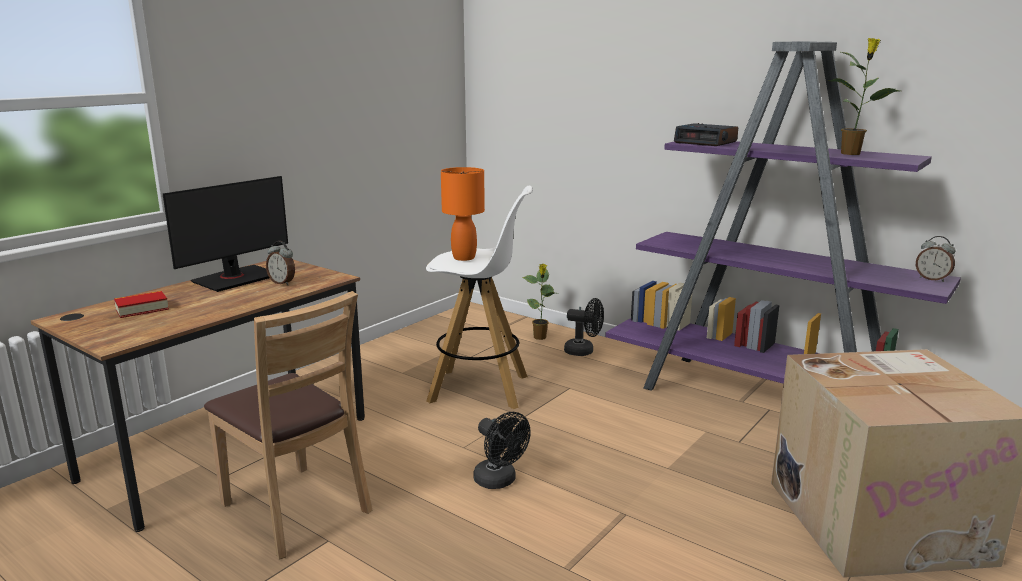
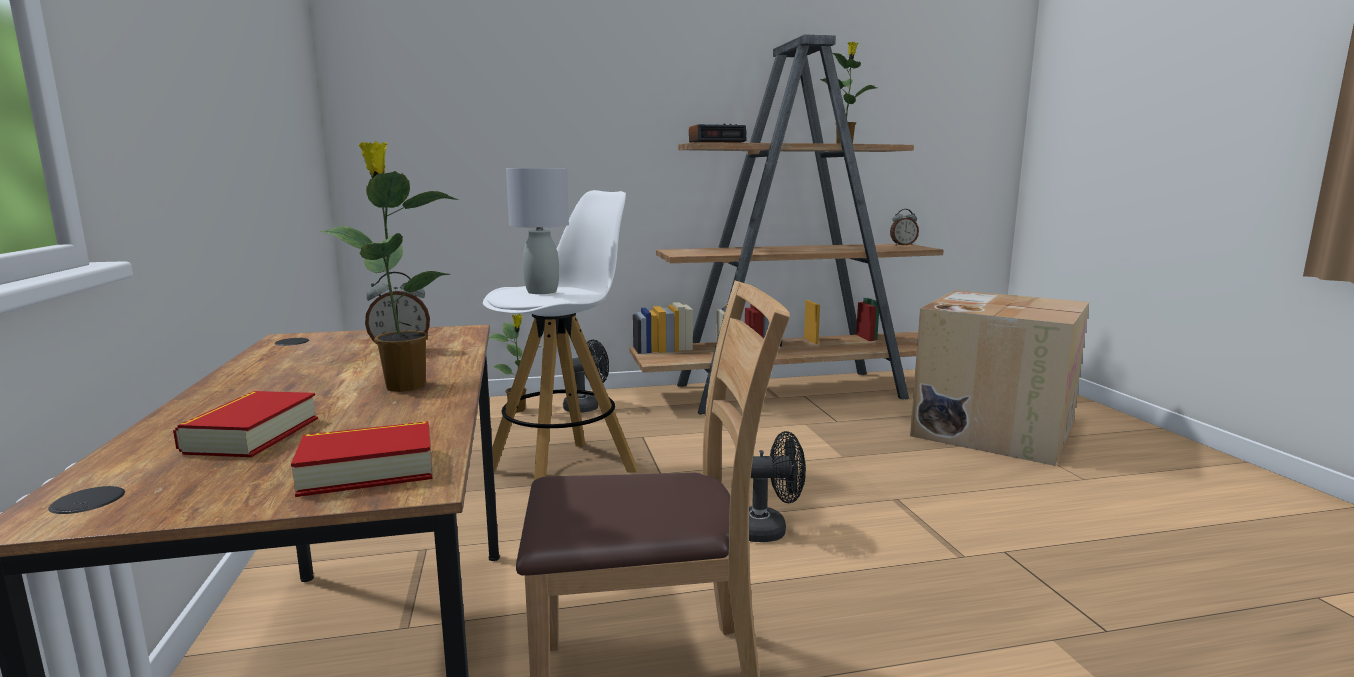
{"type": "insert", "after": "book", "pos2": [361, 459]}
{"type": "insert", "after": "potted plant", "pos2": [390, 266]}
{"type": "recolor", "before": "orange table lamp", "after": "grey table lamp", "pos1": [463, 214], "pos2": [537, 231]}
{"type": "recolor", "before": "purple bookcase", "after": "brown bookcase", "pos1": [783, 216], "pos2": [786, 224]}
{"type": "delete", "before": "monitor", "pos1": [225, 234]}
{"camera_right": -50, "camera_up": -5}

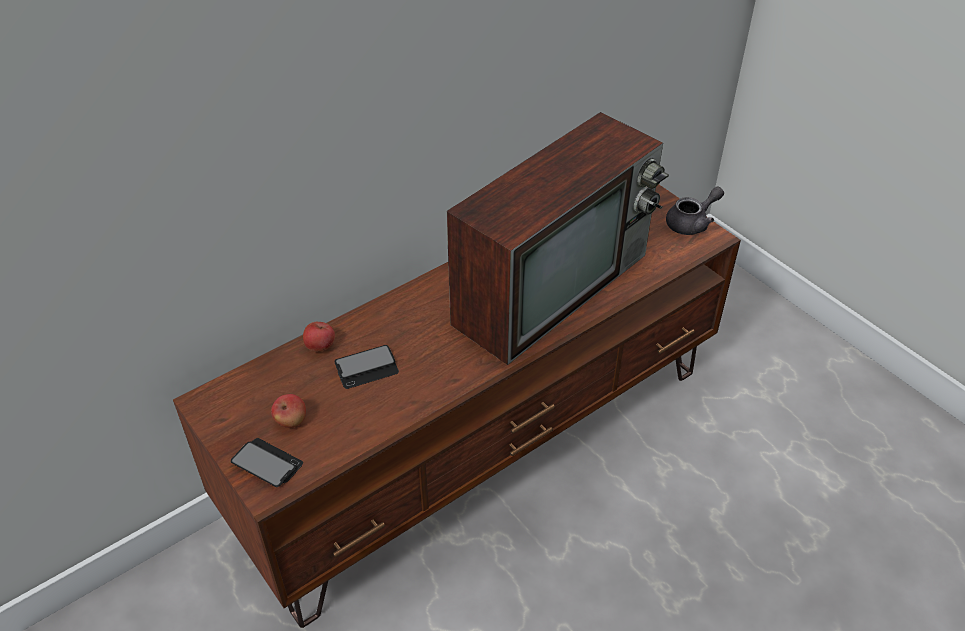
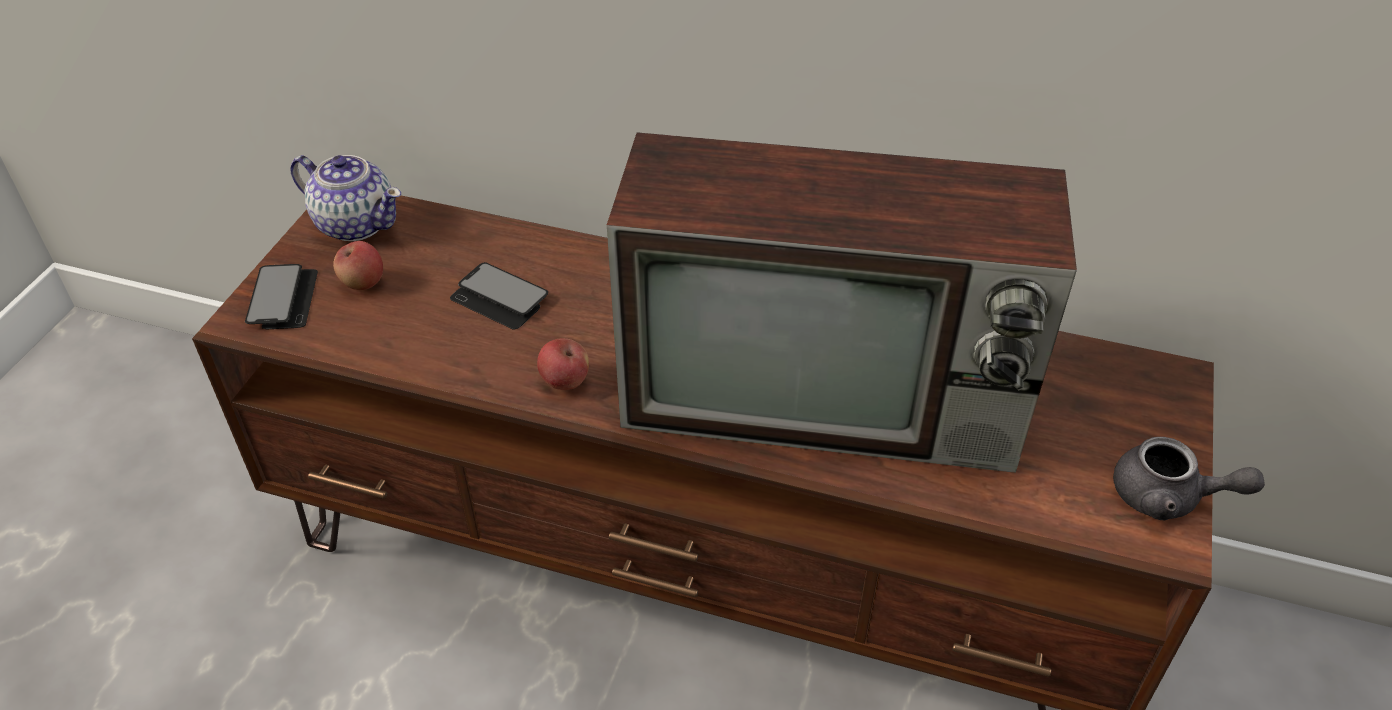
{"type": "insert", "after": "teapot", "pos2": [345, 198]}
{"type": "move", "before": "apple", "pos1": [319, 337], "pos2": [563, 364]}
{"camera_right": 55, "camera_up": 0}

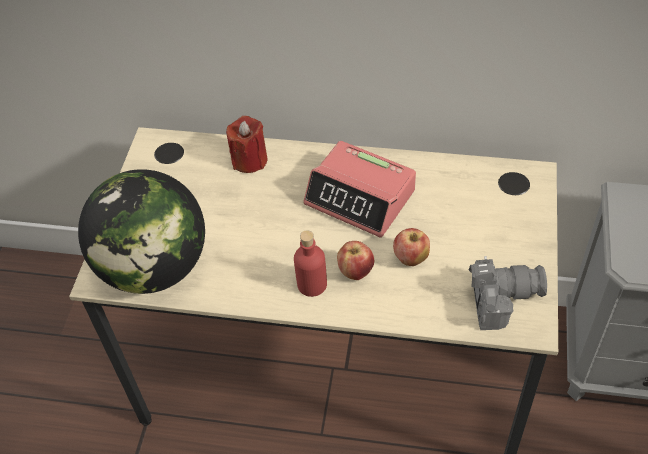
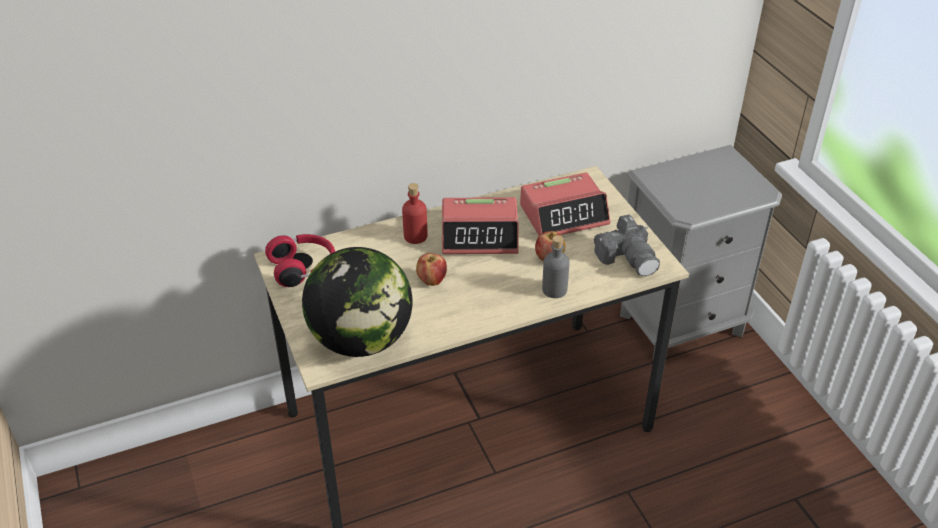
{"type": "insert", "after": "red headphones", "pos2": [300, 260]}
{"type": "move", "before": "red bottle", "pos1": [310, 263], "pos2": [414, 213]}
{"type": "move", "before": "apple", "pos1": [355, 260], "pos2": [431, 269]}
{"type": "insert", "after": "alarm clock", "pos2": [565, 204]}
{"type": "insert", "after": "grey bottle", "pos2": [555, 266]}
{"type": "rotate", "before": "photo camera", "pos1": [508, 293], "pos2": [627, 246], "turn": 105}
{"type": "delete", "before": "red candle", "pos1": [247, 144]}
{"camera_right": -35, "camera_up": -10}

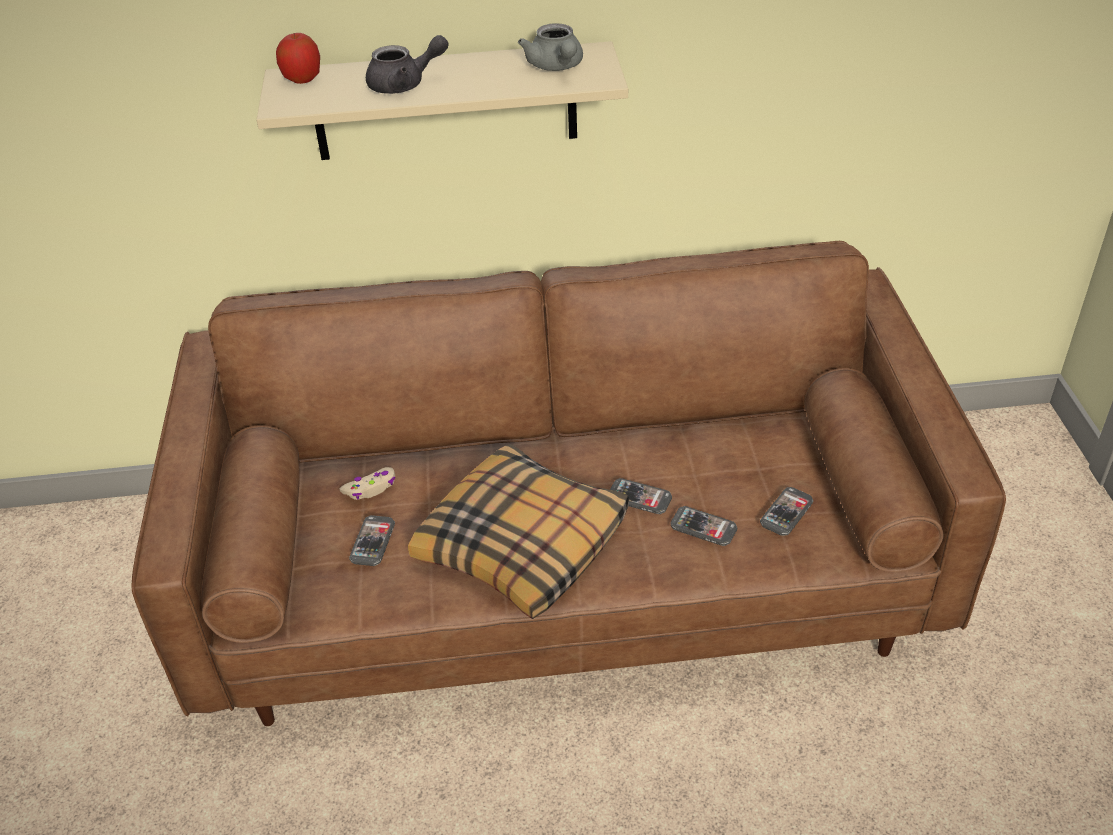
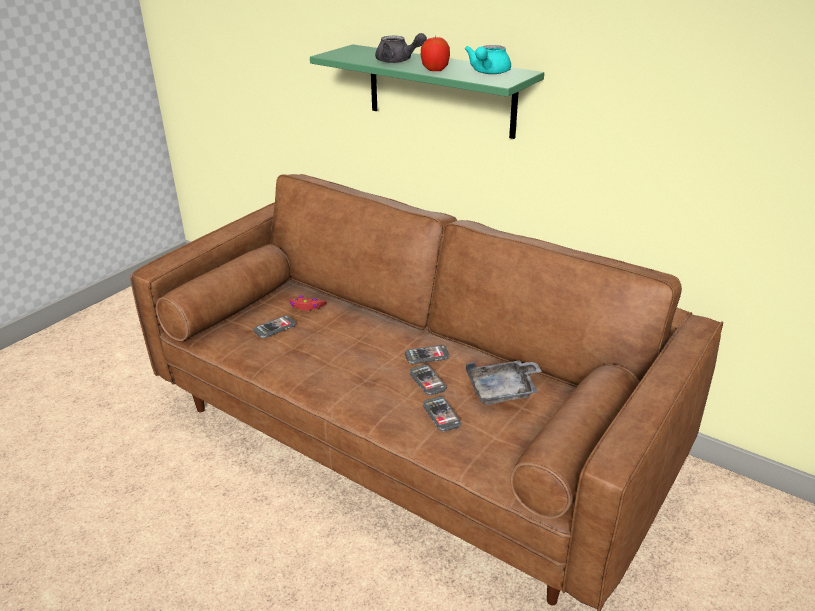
{"type": "recolor", "before": "beige game controller", "after": "red game controller", "pos1": [367, 483], "pos2": [308, 303]}
{"type": "recolor", "before": "beige shelf", "after": "green shelf", "pos1": [442, 100], "pos2": [427, 91]}
{"type": "move", "before": "phone", "pos1": [786, 511], "pos2": [427, 354]}
{"type": "move", "before": "apple", "pos1": [298, 58], "pos2": [435, 53]}
{"type": "recolor", "before": "grey teapot", "after": "turquoise teapot", "pos1": [550, 47], "pos2": [488, 59]}
{"type": "insert", "after": "grey tray", "pos2": [504, 382]}
{"type": "delete", "before": "pillow", "pos1": [518, 531]}
{"camera_right": 40, "camera_up": -10}

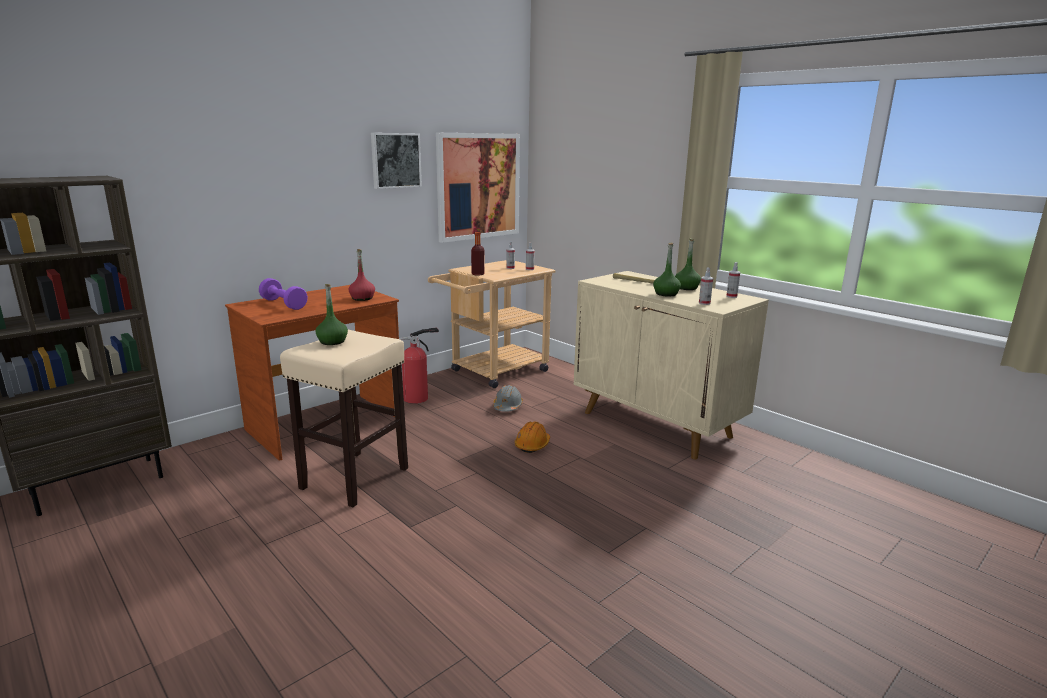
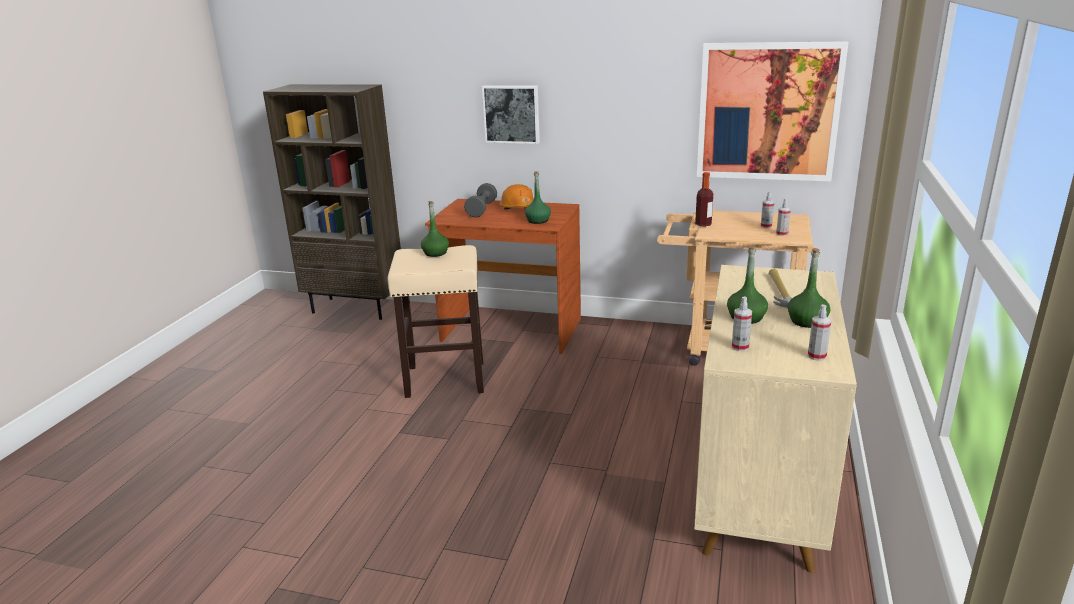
{"type": "recolor", "before": "purple dumbbell", "after": "grey dumbbell", "pos1": [283, 294], "pos2": [480, 200]}
{"type": "move", "before": "picture", "pos1": [396, 161], "pos2": [511, 114]}
{"type": "move", "before": "orange hard hat", "pos1": [532, 437], "pos2": [516, 197]}
{"type": "recolor", "before": "red bottle", "after": "green bottle", "pos1": [361, 275], "pos2": [538, 197]}
{"type": "delete", "before": "fire extinguisher", "pos1": [419, 365]}
{"type": "delete", "before": "grey hard hat", "pos1": [508, 398]}
{"camera_right": 60, "camera_up": 5}

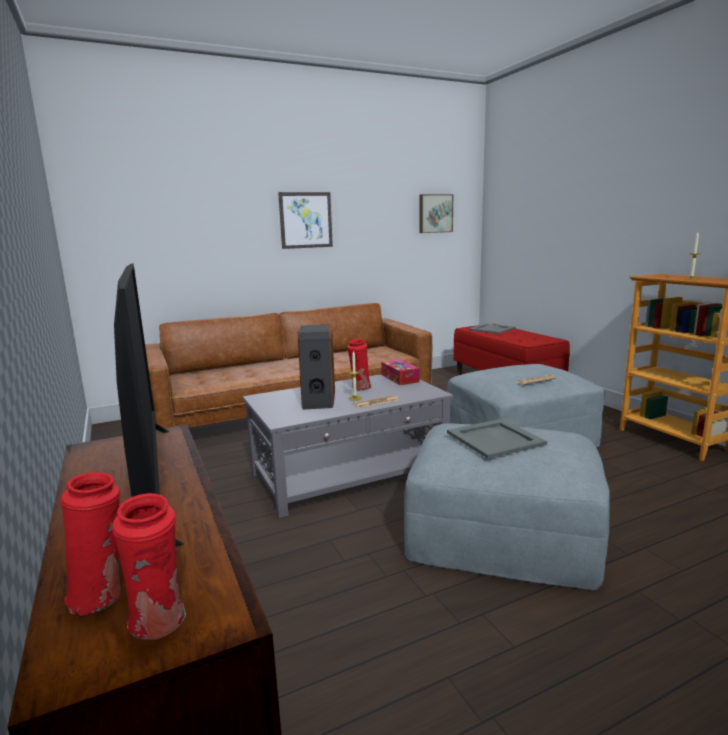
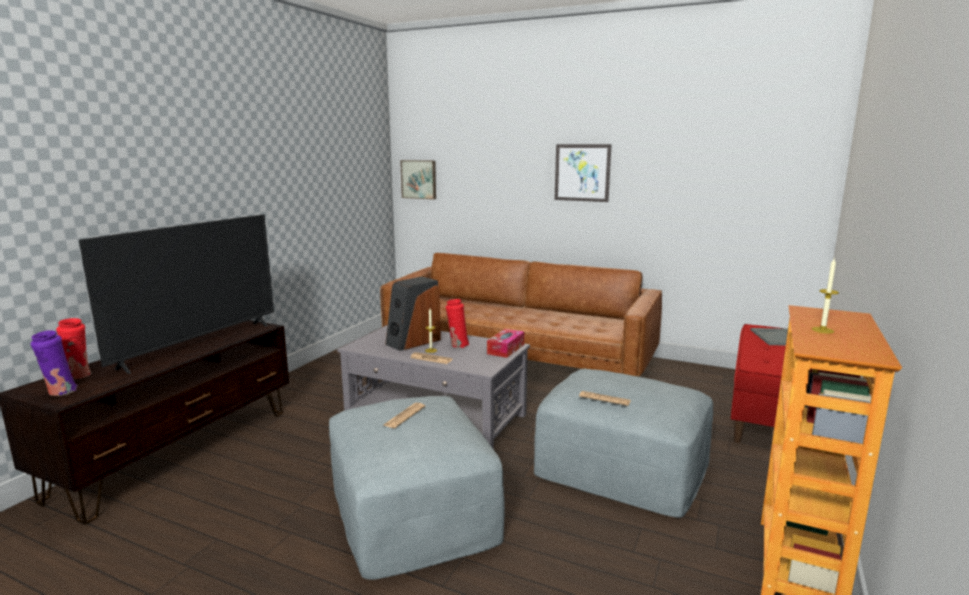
{"type": "recolor", "before": "red vase", "after": "purple vase", "pos1": [149, 566], "pos2": [53, 363]}
{"type": "replace", "before": "grey tray", "after": "newspaper", "pos1": [497, 439], "pos2": [404, 415]}
{"type": "move", "before": "picture", "pos1": [436, 213], "pos2": [418, 179]}
{"camera_right": 50, "camera_up": 0}

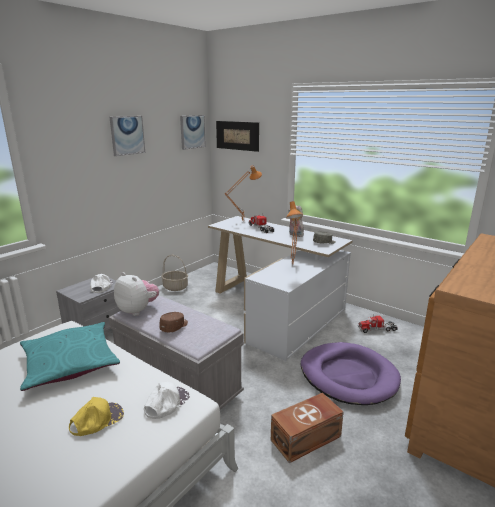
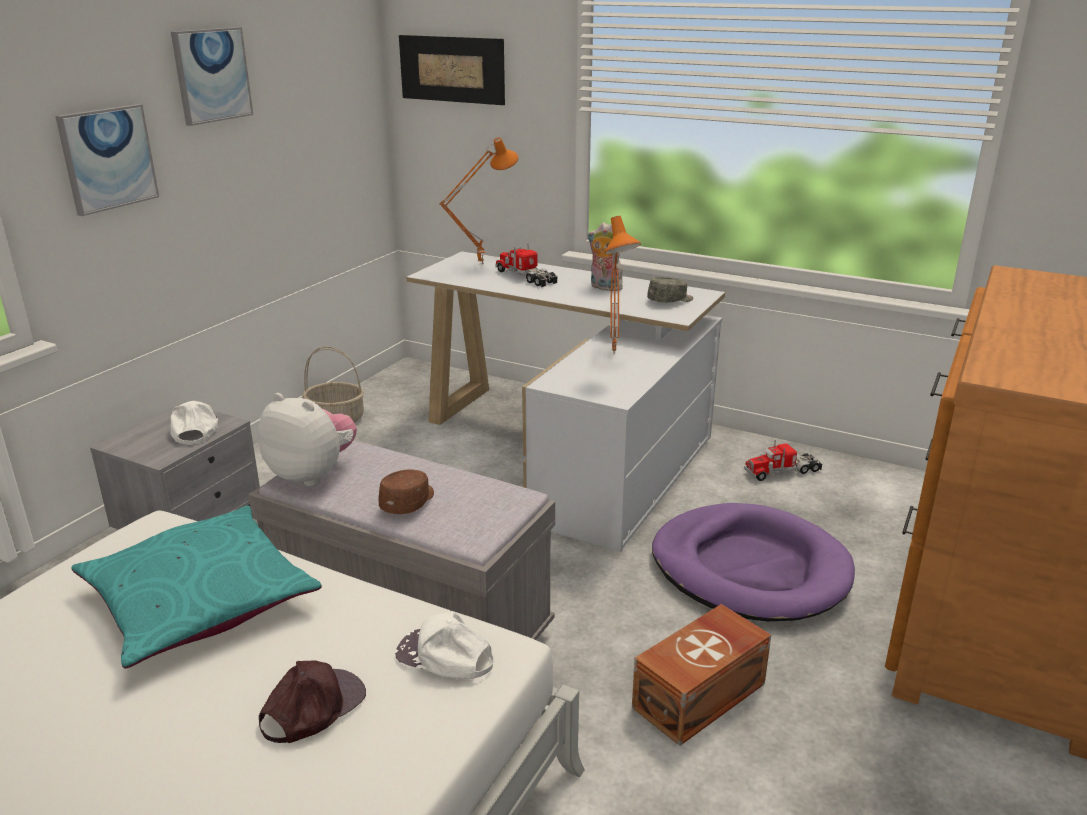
{"type": "move", "before": "picture", "pos1": [193, 132], "pos2": [107, 160]}
{"type": "recolor", "before": "yellow cap", "after": "brown cap", "pos1": [96, 416], "pos2": [312, 701]}
{"type": "rotate", "before": "white cap", "pos1": [167, 400], "pos2": [444, 645], "turn": -90}
{"camera_right": -10, "camera_up": 5}

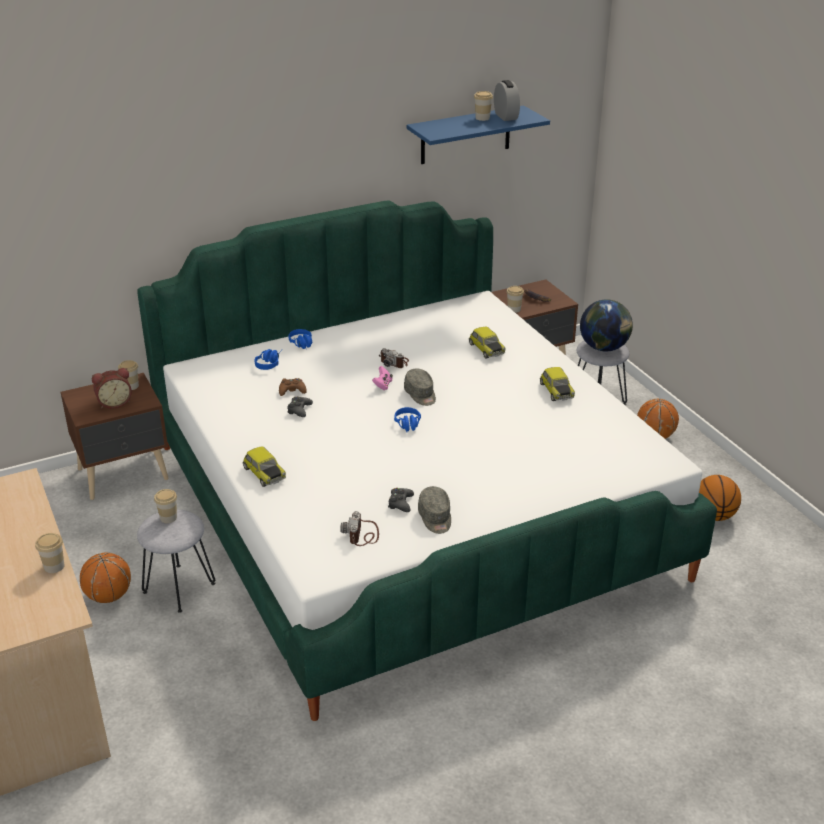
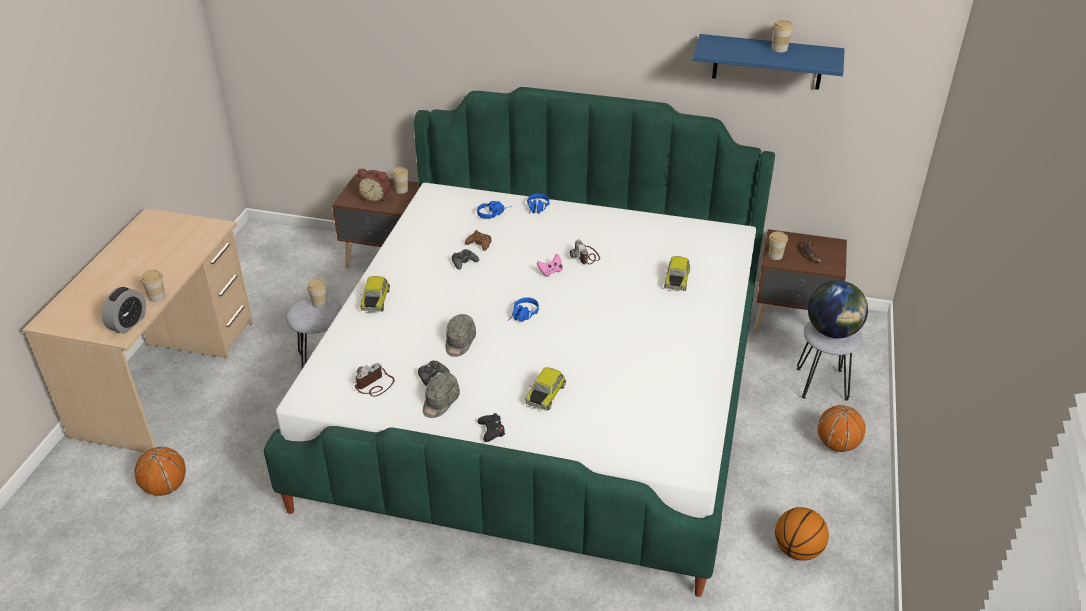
{"type": "move", "before": "alarm clock", "pos1": [507, 100], "pos2": [124, 310]}
{"type": "move", "before": "basketball", "pos1": [105, 578], "pos2": [160, 471]}
{"type": "move", "before": "grey cap", "pos1": [420, 387], "pos2": [461, 335]}
{"type": "insert", "after": "black game controller", "pos2": [491, 427]}
{"type": "move", "before": "toy car", "pos1": [557, 384], "pos2": [545, 388]}
{"camera_right": 40, "camera_up": 5}

